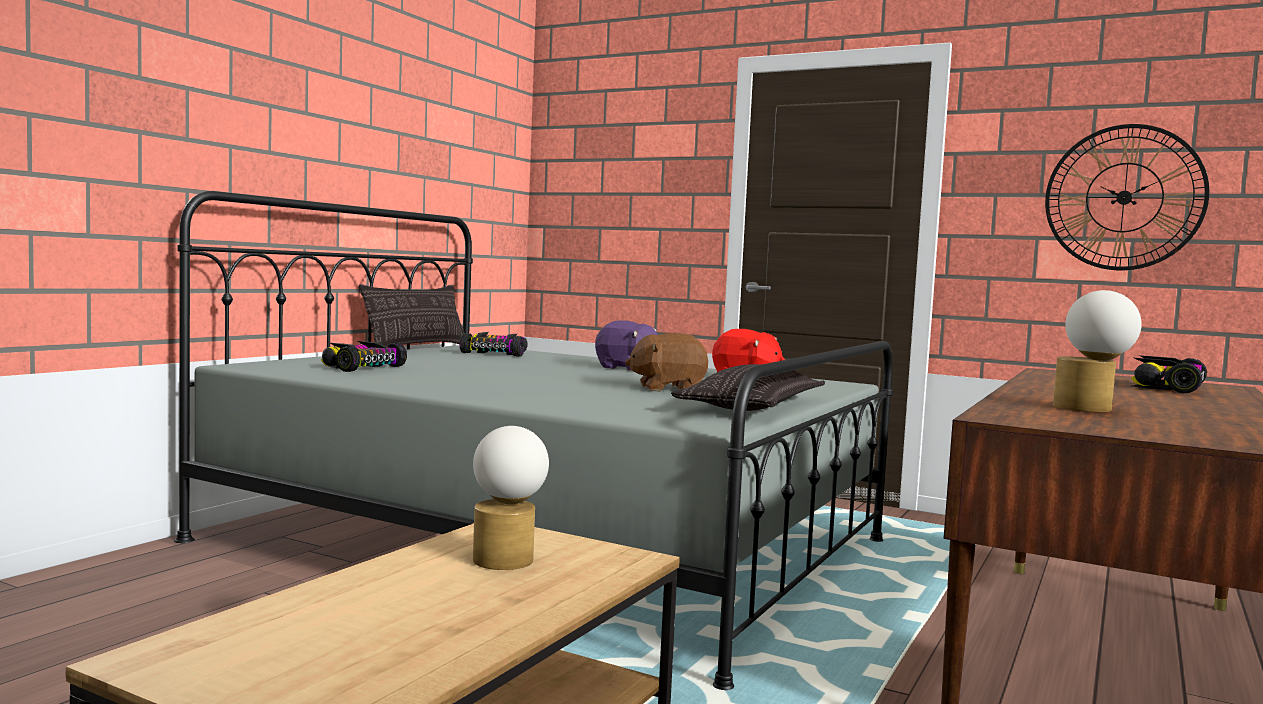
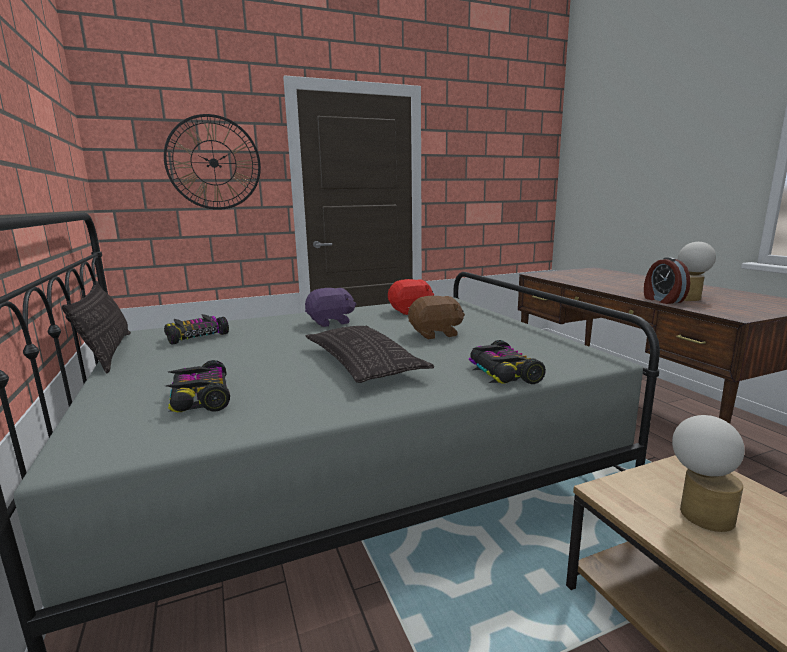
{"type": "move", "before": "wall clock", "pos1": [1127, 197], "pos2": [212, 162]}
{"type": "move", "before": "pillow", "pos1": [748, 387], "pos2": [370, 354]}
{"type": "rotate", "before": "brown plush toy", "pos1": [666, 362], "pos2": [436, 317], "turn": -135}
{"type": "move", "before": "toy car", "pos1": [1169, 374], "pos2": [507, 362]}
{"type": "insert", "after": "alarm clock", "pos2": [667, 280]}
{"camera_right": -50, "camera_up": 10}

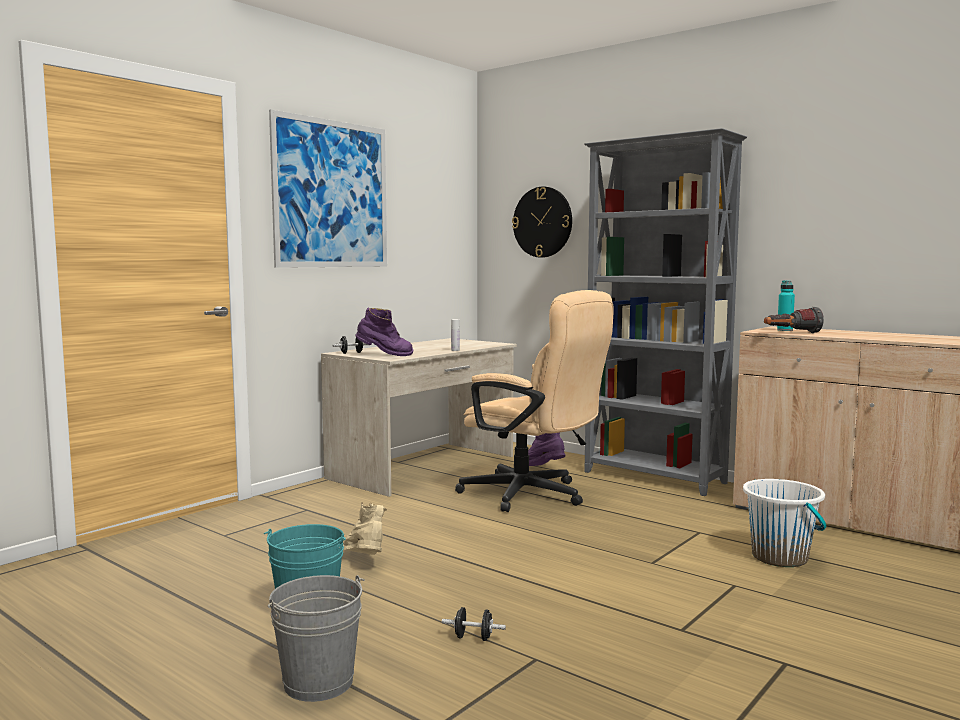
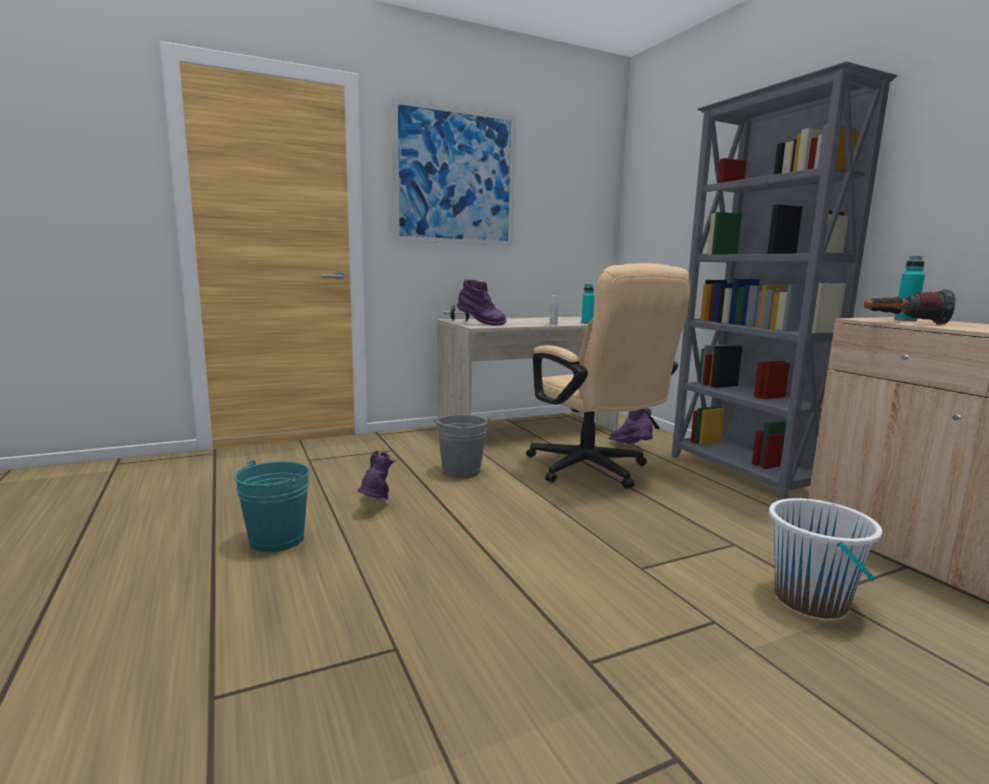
{"type": "recolor", "before": "beige boot", "after": "purple boot", "pos1": [365, 528], "pos2": [378, 475]}
{"type": "move", "before": "grey bucket", "pos1": [316, 638], "pos2": [462, 446]}
{"type": "insert", "after": "turquoise bottle", "pos2": [588, 304]}
{"type": "delete", "before": "black dumbbell", "pos1": [474, 624]}
{"type": "delete", "before": "wall clock", "pos1": [542, 222]}
{"camera_right": 25, "camera_up": 5}

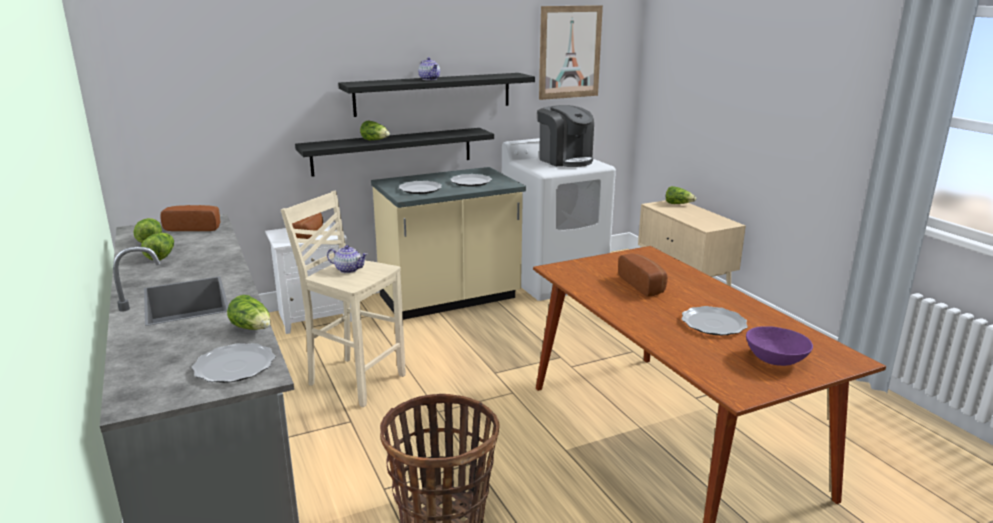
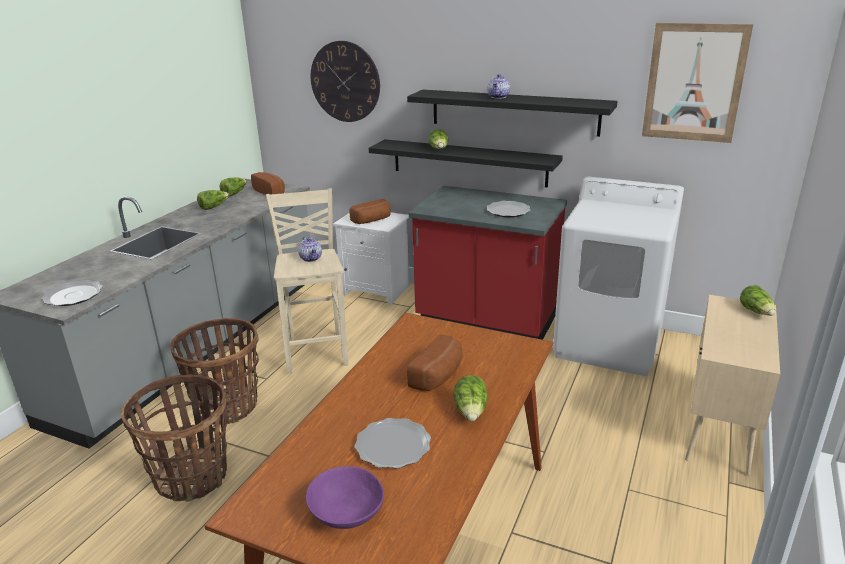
{"type": "insert", "after": "basket", "pos2": [214, 371]}
{"type": "insert", "after": "wall clock", "pos2": [345, 81]}
{"type": "recolor", "before": "beige counter", "after": "red counter", "pos1": [448, 243], "pos2": [488, 263]}
{"type": "move", "before": "lettuce", "pos1": [248, 312], "pos2": [470, 398]}
{"type": "delete", "before": "plate", "pos1": [420, 187]}
{"type": "delete", "before": "coffee machine", "pos1": [565, 136]}
{"camera_right": 50, "camera_up": 5}

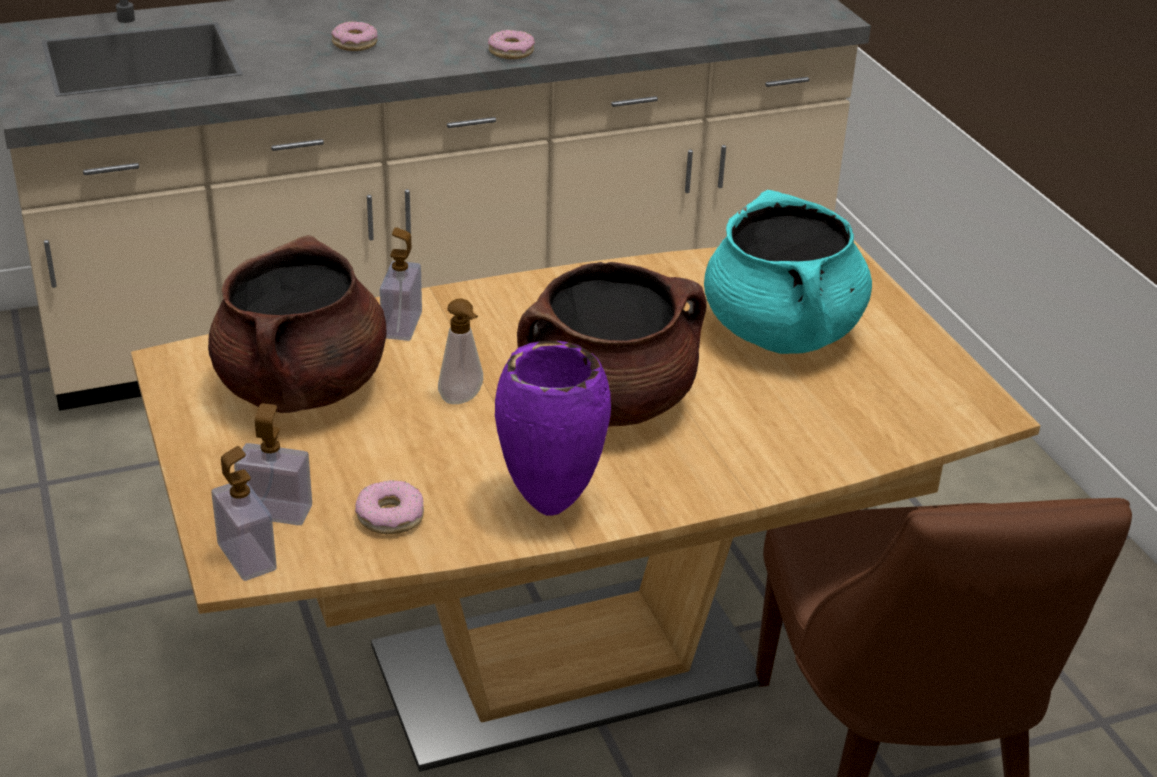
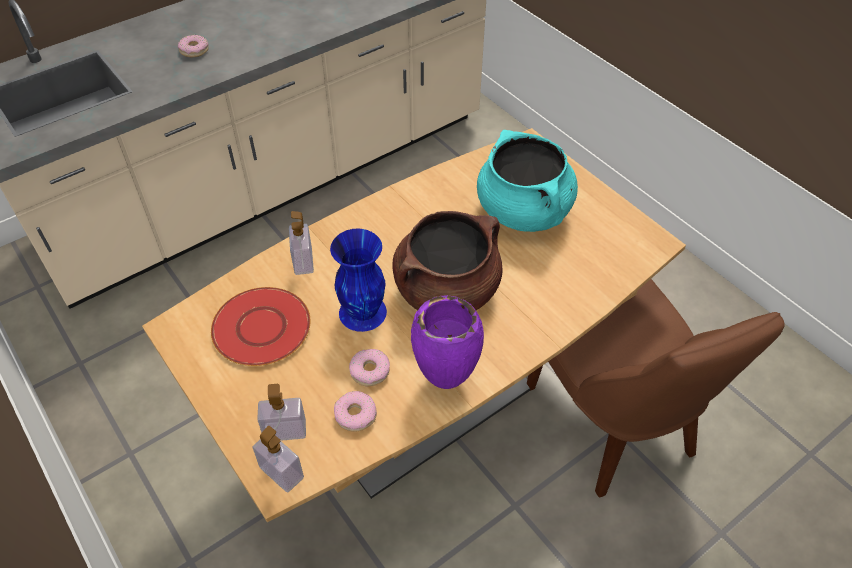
{"type": "replace", "before": "brown cooking pot", "after": "red plate", "pos1": [297, 324], "pos2": [261, 326]}
{"type": "replace", "before": "soap dispenser", "after": "blue vase", "pos1": [460, 351], "pos2": [358, 280]}
{"type": "move", "before": "donut", "pos1": [511, 44], "pos2": [369, 367]}
{"camera_right": -15, "camera_up": 15}

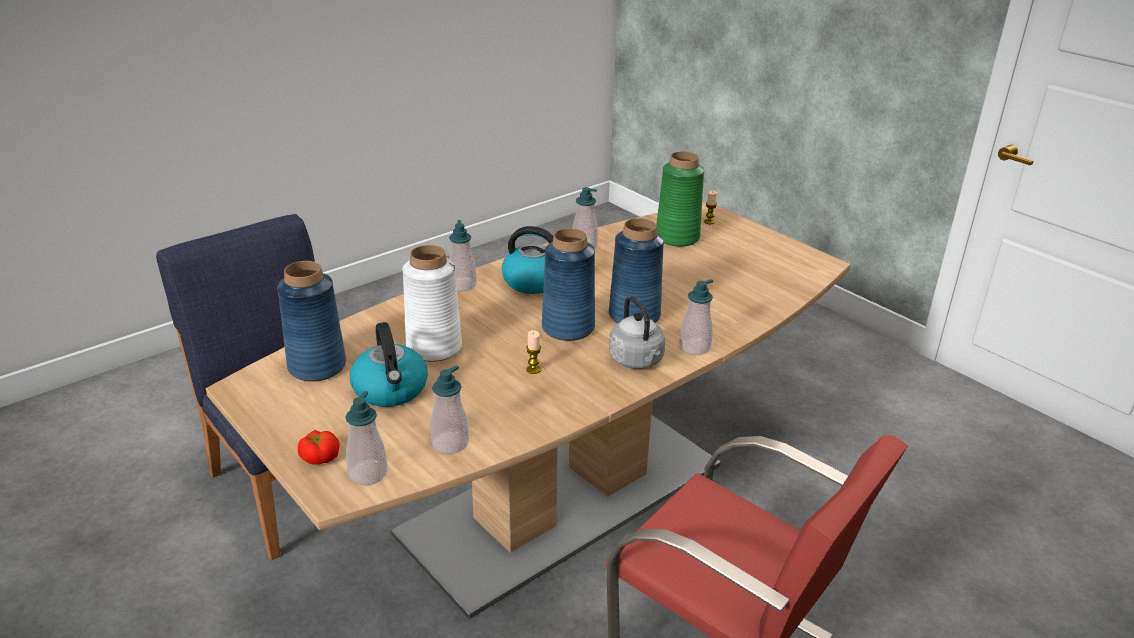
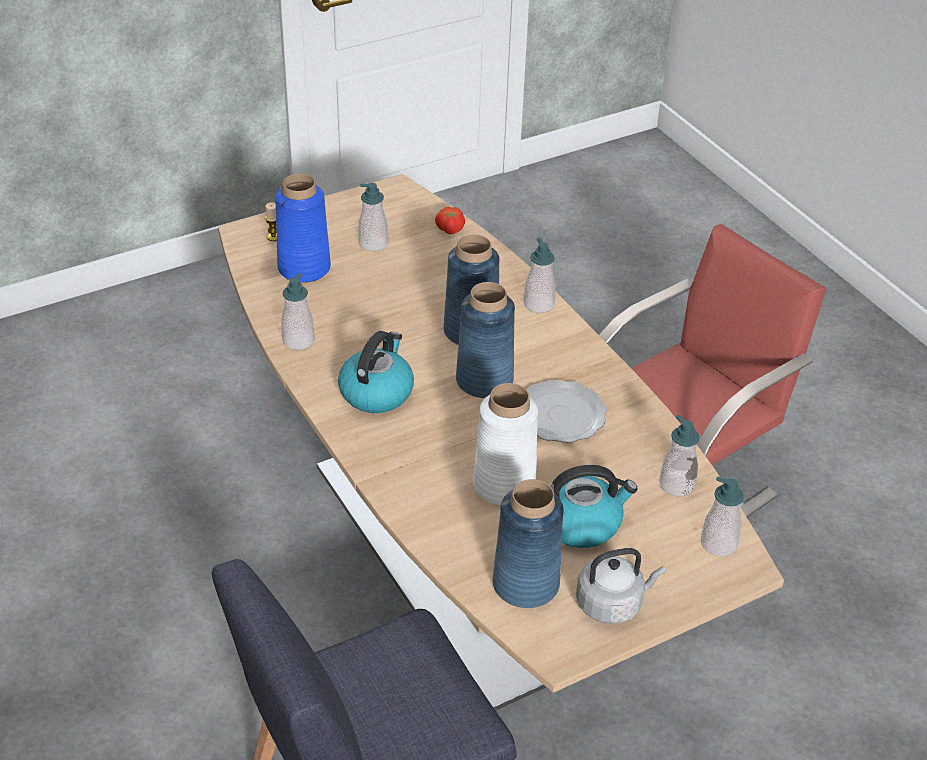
{"type": "recolor", "before": "green vase", "after": "blue vase", "pos1": [680, 199], "pos2": [303, 228]}
{"type": "move", "before": "soap dispenser", "pos1": [463, 255], "pos2": [373, 217]}
{"type": "move", "before": "tomato", "pos1": [319, 447], "pos2": [450, 220]}
{"type": "replace", "before": "candle", "after": "plate", "pos1": [533, 352], "pos2": [567, 411]}
{"type": "move", "before": "grey kettle", "pos1": [637, 332], "pos2": [621, 586]}
{"camera_right": -80, "camera_up": 10}

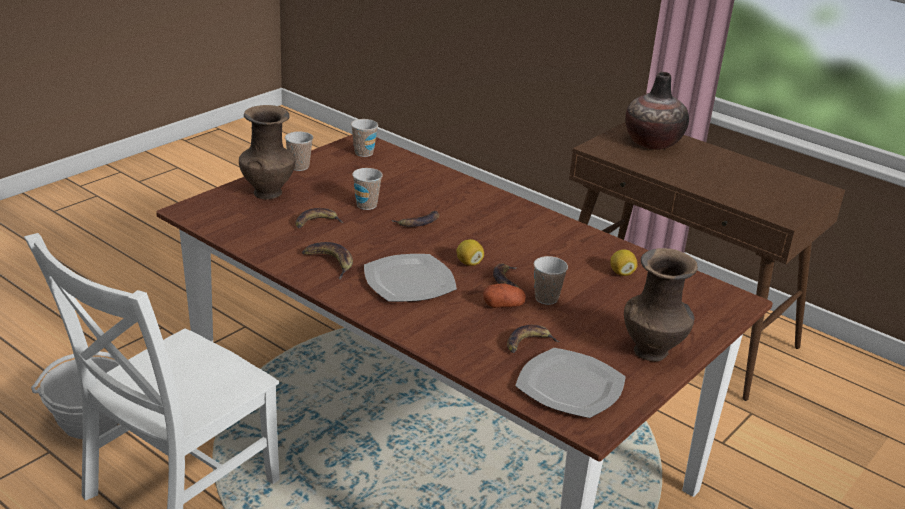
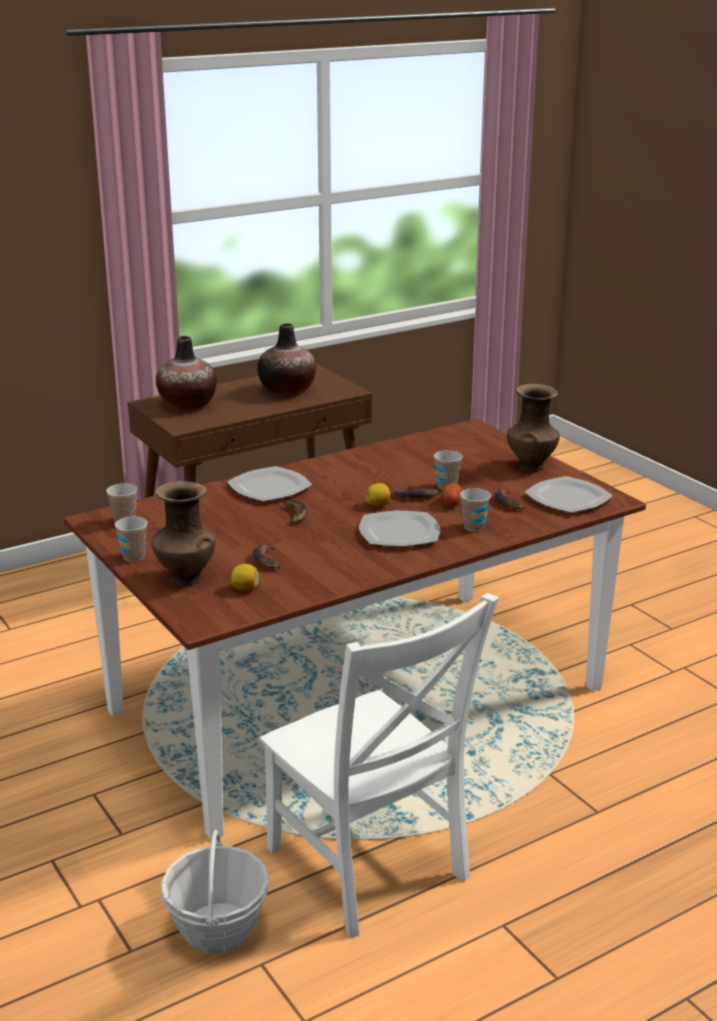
{"type": "insert", "after": "plate", "pos2": [269, 484]}
{"type": "move", "before": "lemon", "pos1": [624, 262], "pos2": [245, 577]}
{"type": "insert", "after": "vase", "pos2": [286, 359]}
{"type": "move", "before": "cup", "pos1": [367, 189], "pos2": [475, 509]}
{"type": "delete", "before": "banana", "pos1": [327, 260]}
{"camera_right": -70, "camera_up": -5}

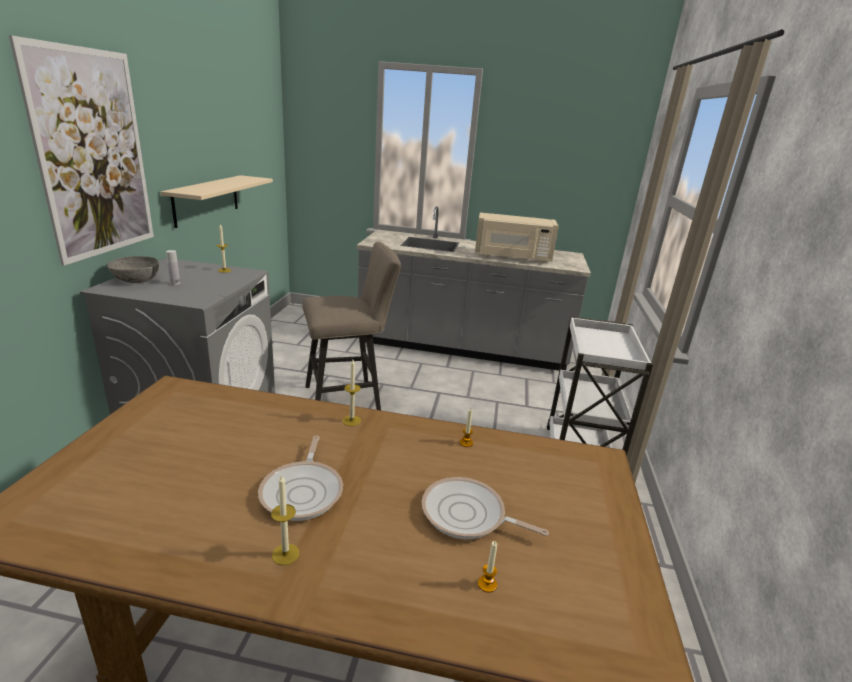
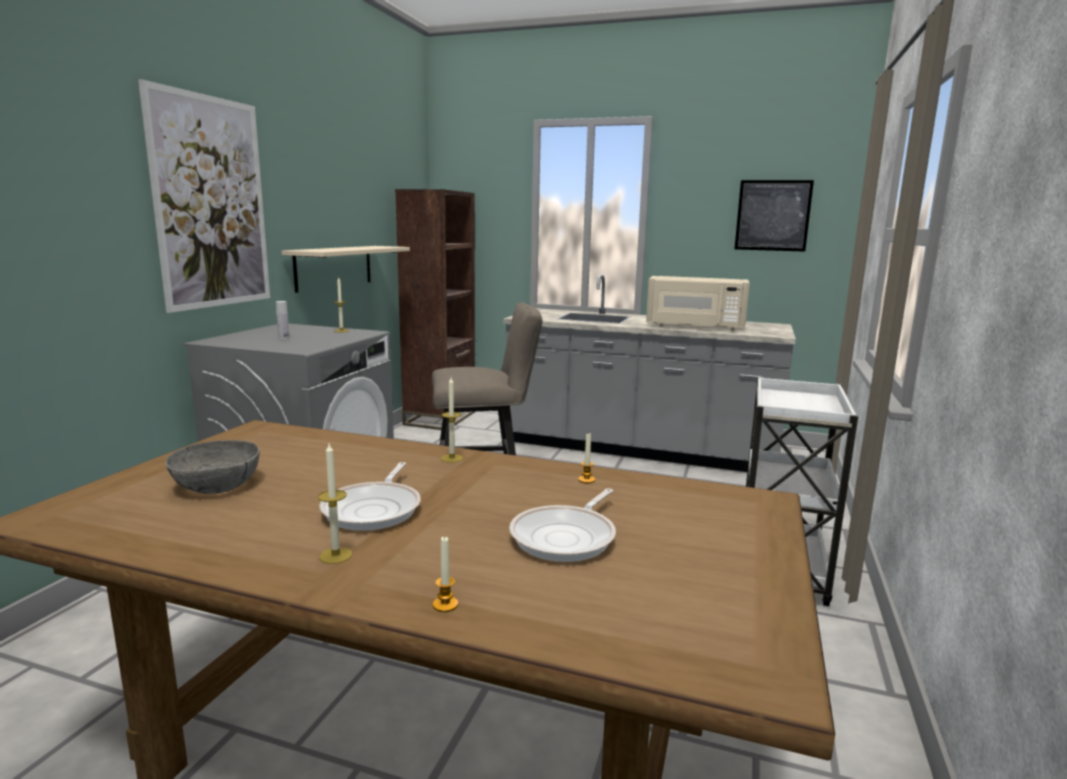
{"type": "move", "before": "grey bowl", "pos1": [133, 269], "pos2": [212, 467]}
{"type": "insert", "after": "brown bookcase", "pos2": [435, 309]}
{"type": "move", "before": "candle", "pos1": [487, 567], "pos2": [445, 574]}
{"type": "rotate", "before": "frying pan", "pos1": [485, 508], "pos2": [562, 525], "turn": -90}
{"type": "insert", "after": "picture", "pos2": [774, 216]}
{"camera_right": 10, "camera_up": -10}

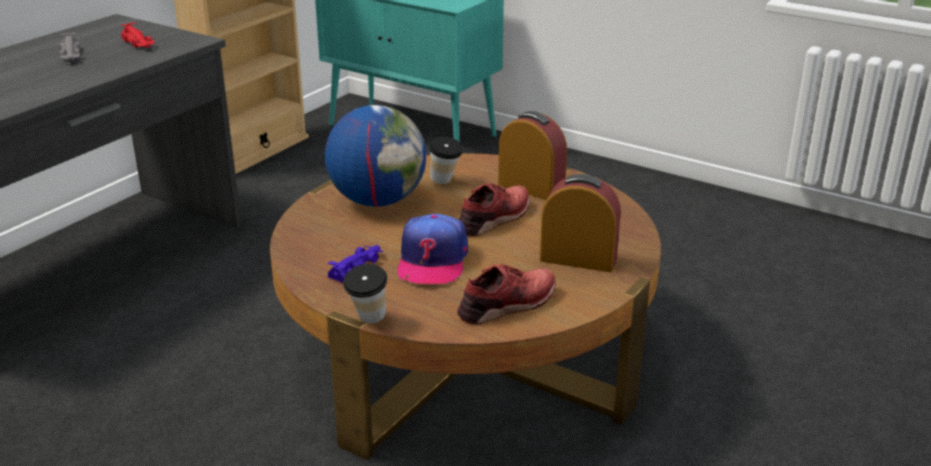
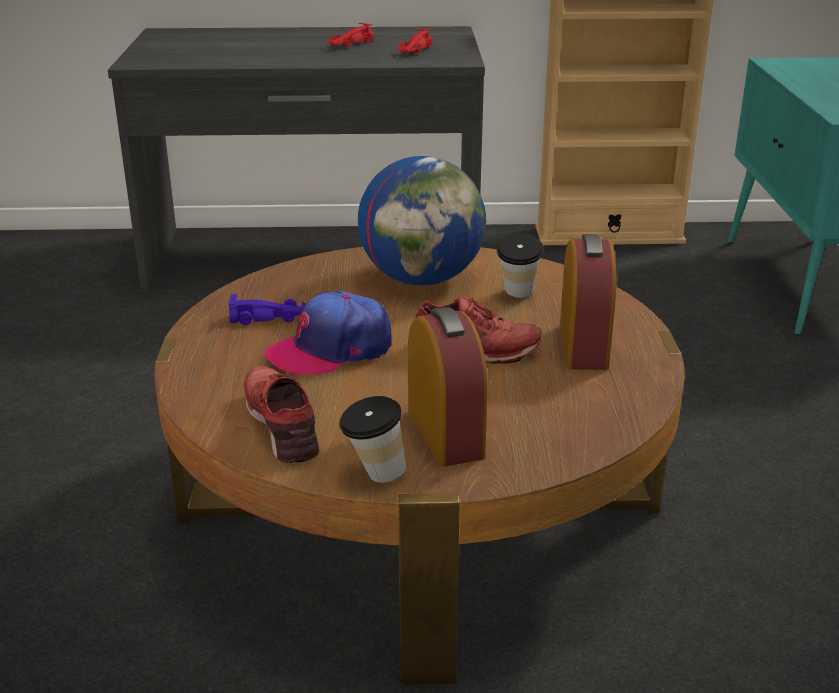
{"type": "rotate", "before": "red shoe", "pos1": [506, 294], "pos2": [281, 414], "turn": -135}
{"type": "recolor", "before": "grey toy car", "after": "red toy car", "pos1": [70, 47], "pos2": [350, 34]}
{"type": "move", "before": "cup", "pos1": [365, 294], "pos2": [372, 439]}
{"camera_right": 55, "camera_up": 0}

